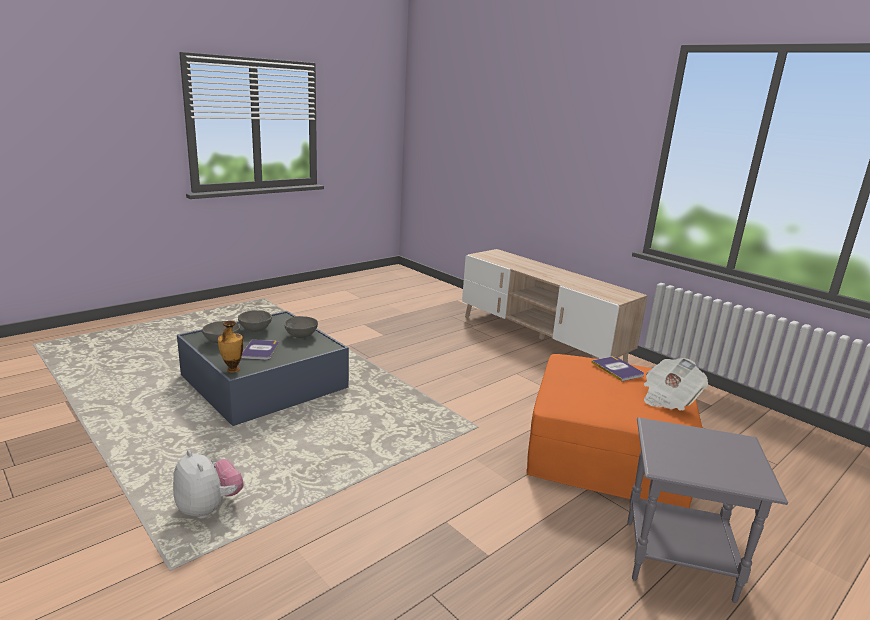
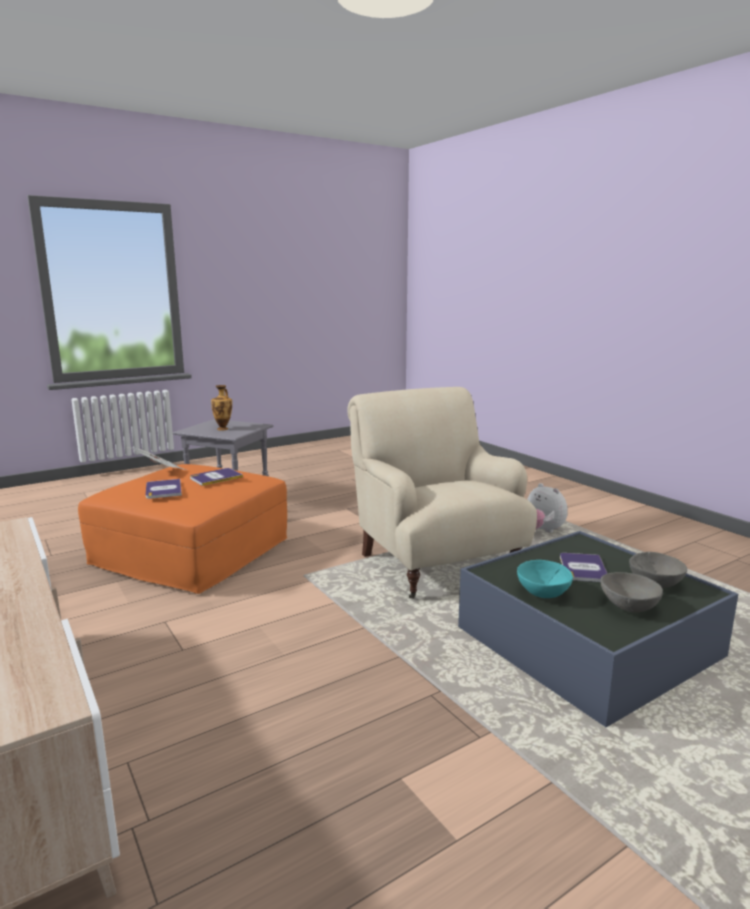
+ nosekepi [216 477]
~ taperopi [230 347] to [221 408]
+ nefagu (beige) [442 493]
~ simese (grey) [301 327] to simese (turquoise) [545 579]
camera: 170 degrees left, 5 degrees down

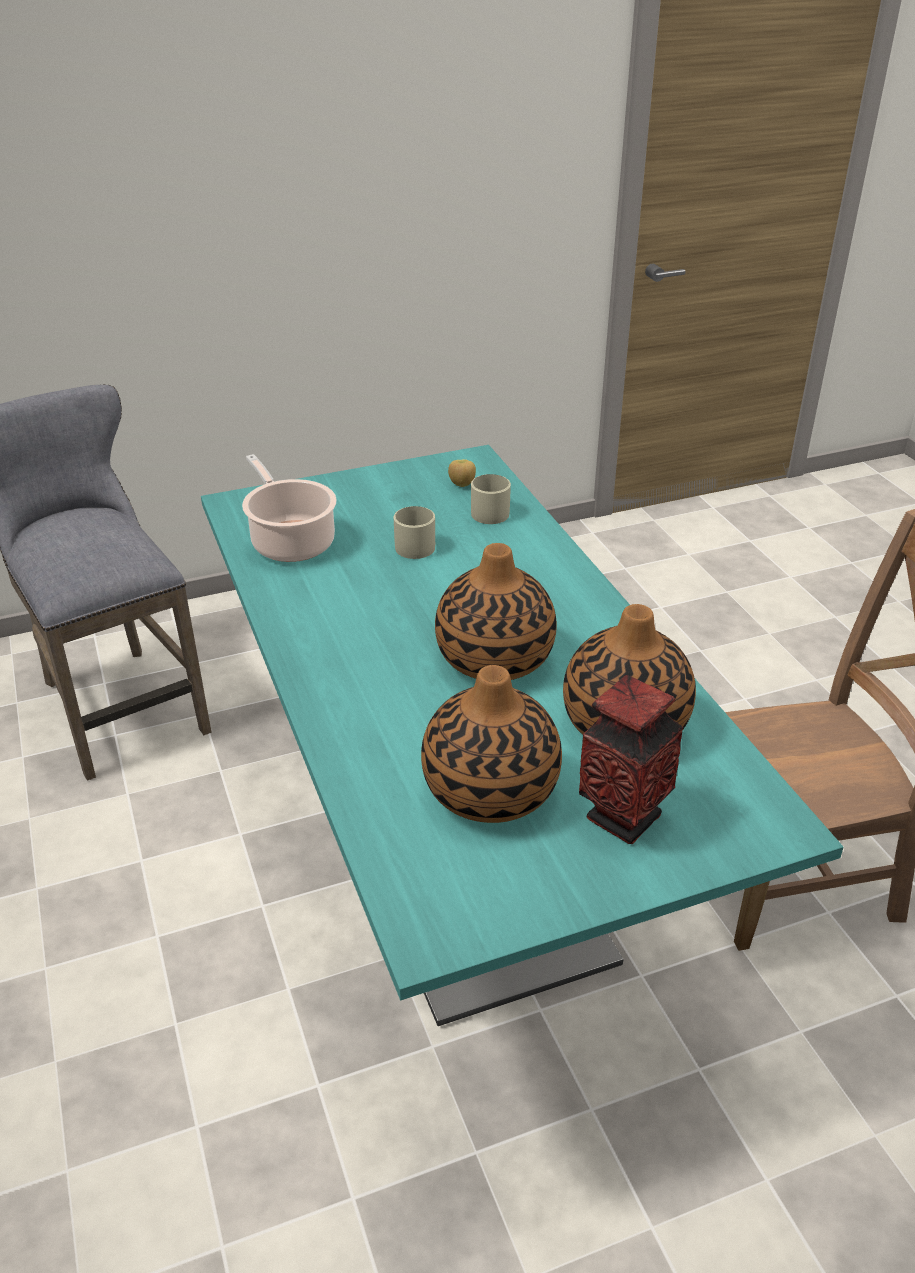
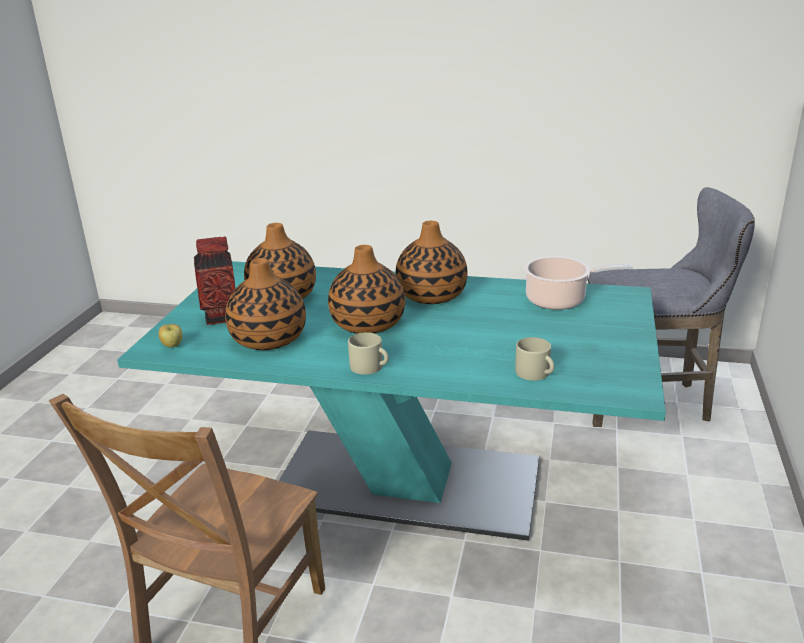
~ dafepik [462 473] to [170 336]
~ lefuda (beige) [414 532] to [368 353]
+ taperopi [432 262]
camera: 125 degrees right, 10 degrees down

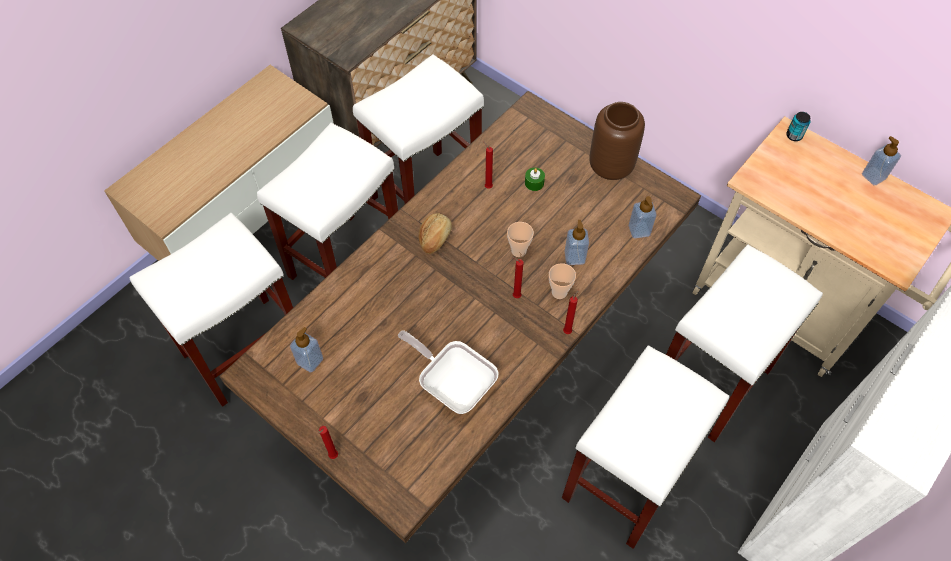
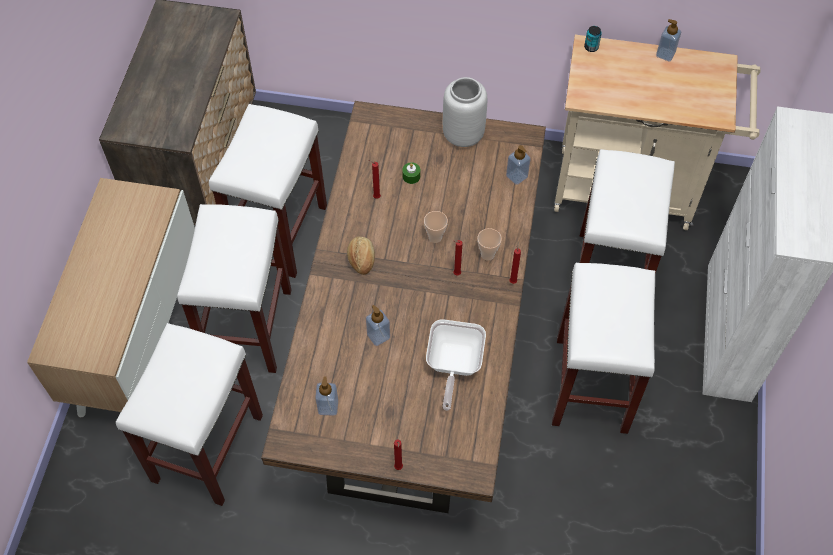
~ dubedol [577 242] to [378 325]
~ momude [448 372] = [456 365] 90 degrees counterclockwise
~ taperopi (brown) [617 141] to taperopi (grey) [465 112]
camera: 30 degrees left, 0 degrees up

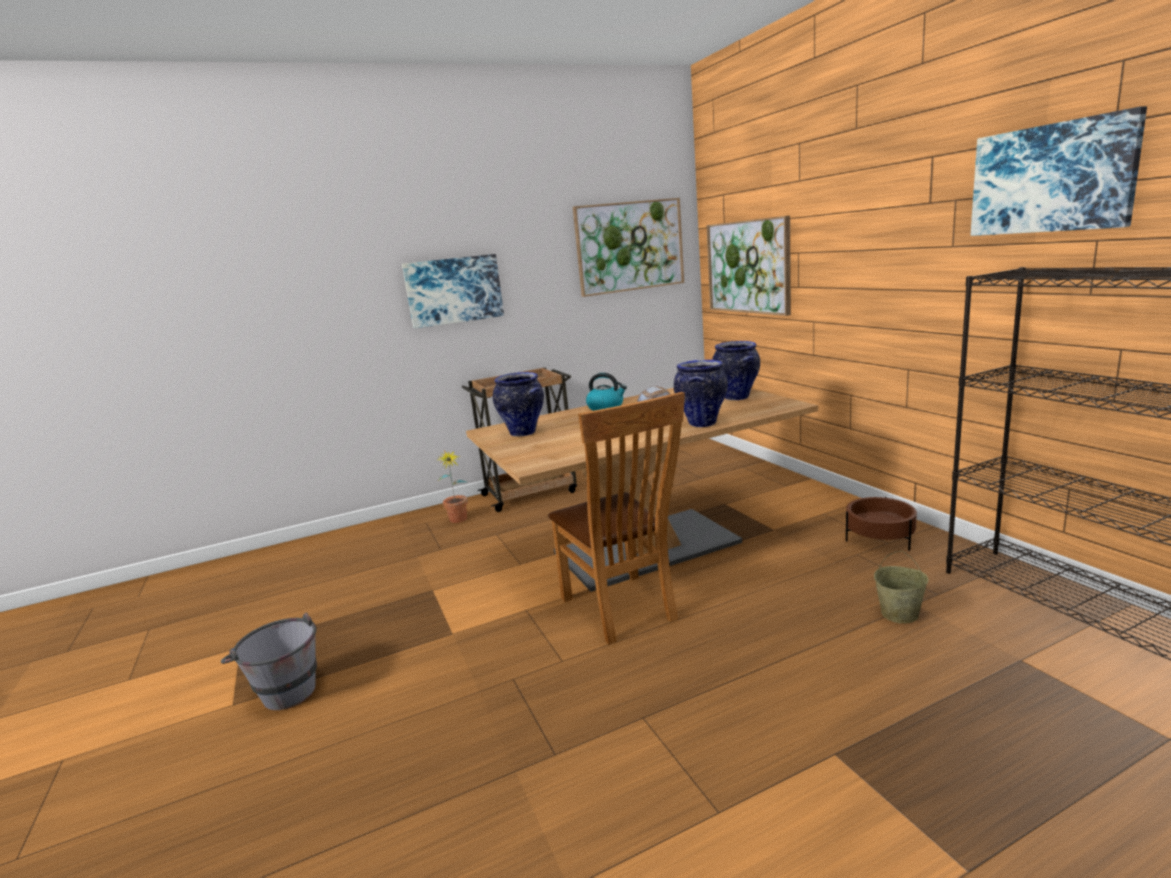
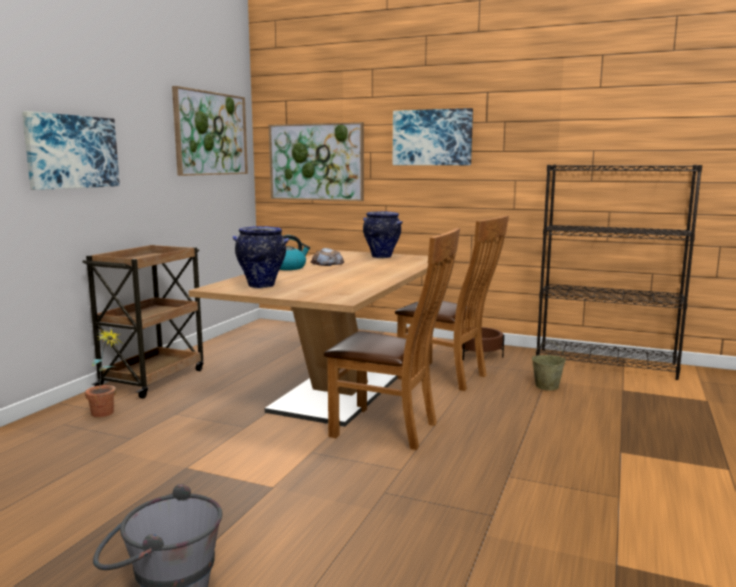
~ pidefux [1059 171] to [433 136]
+ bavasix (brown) [452 303]
- taperopi [701 393]
camera: 45 degrees left, 5 degrees down

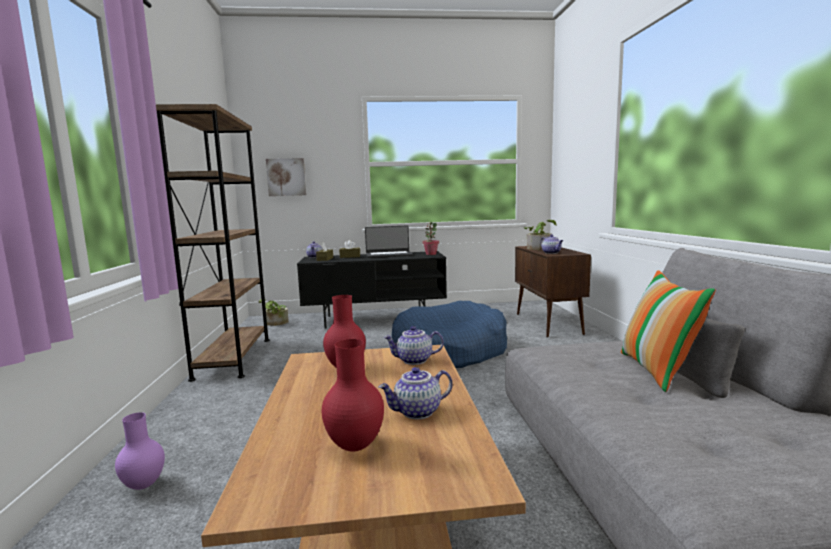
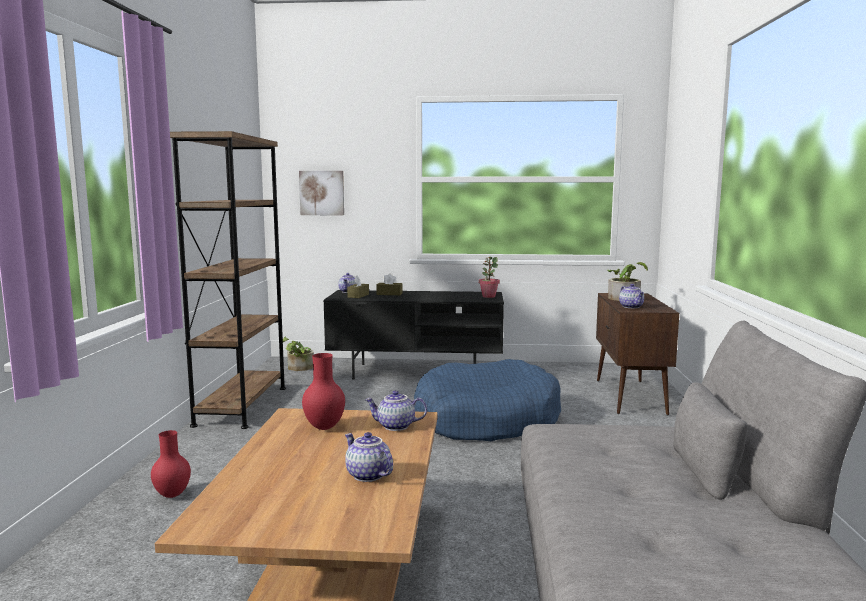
~ taperopi (red) [353 395] to [171 464]
~ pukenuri [415 393] = [369 457] 60 degrees clockwise
- taperopi (purple) [140 451]
- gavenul [389 241]
- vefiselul [668 331]
camera: 10 degrees right, 0 degrees up

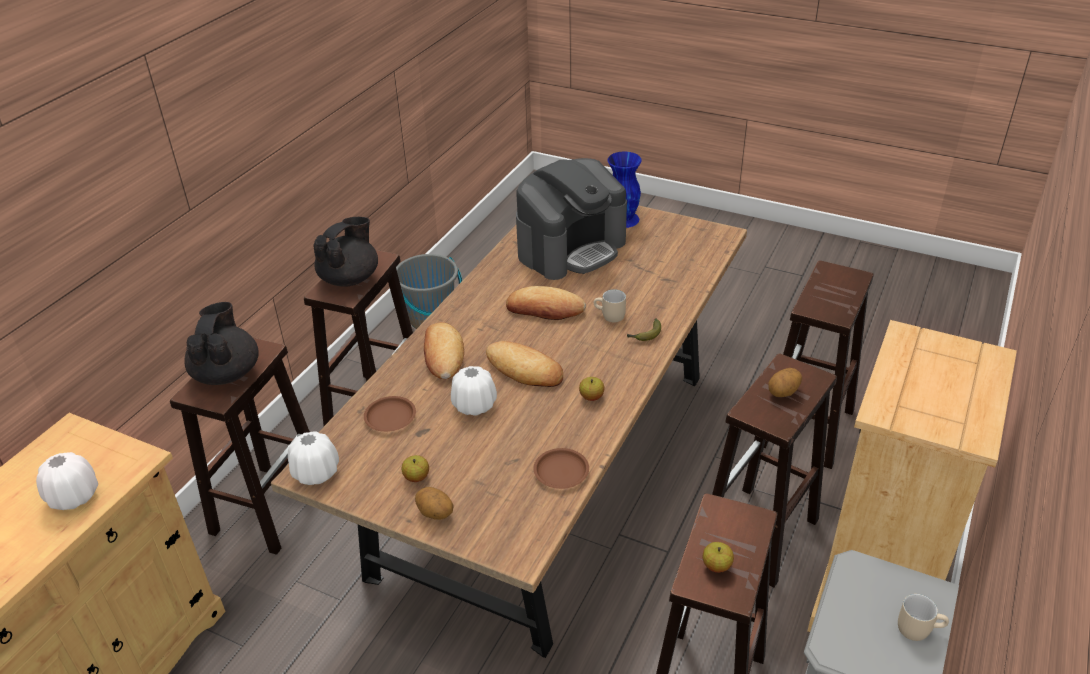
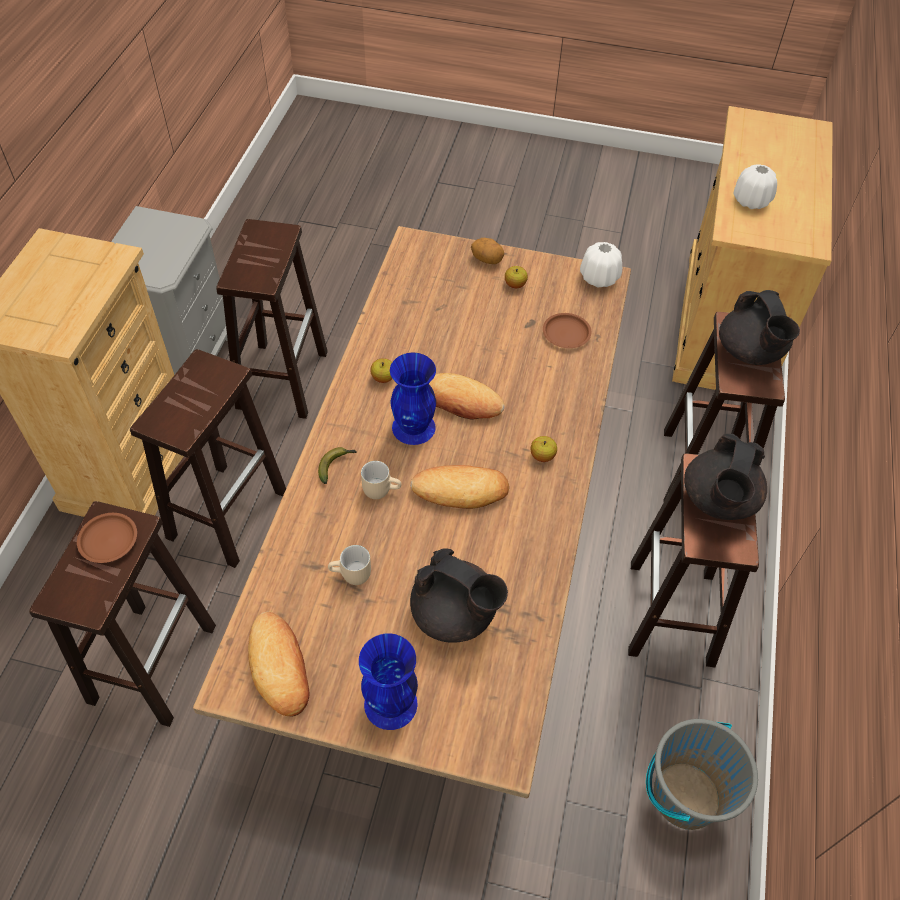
~ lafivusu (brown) [561 468] to [107 538]
~ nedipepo [444 350] to [279 664]
~ lefuda (beige) [923 617] to [349 565]
+ taperopi (blue) [413 399]
~ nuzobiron [571 219] to pukenuri (black) [459 595]
~ dafepik [718 557] to [544 449]
- taperopi (white) [474 391]
- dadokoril [785 382]
camera: 165 degrees right, 15 degrees up

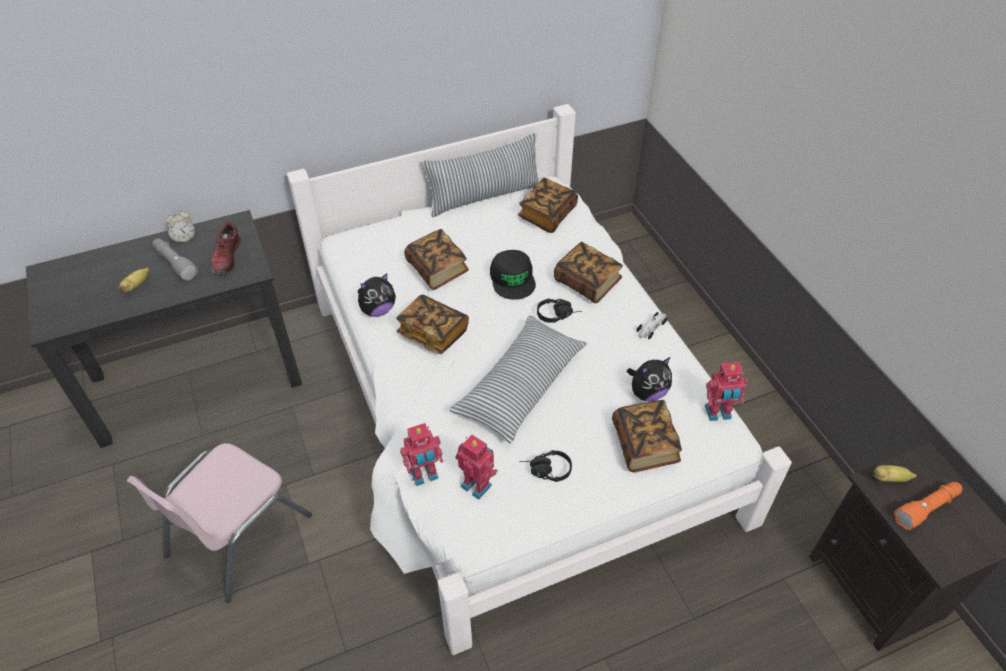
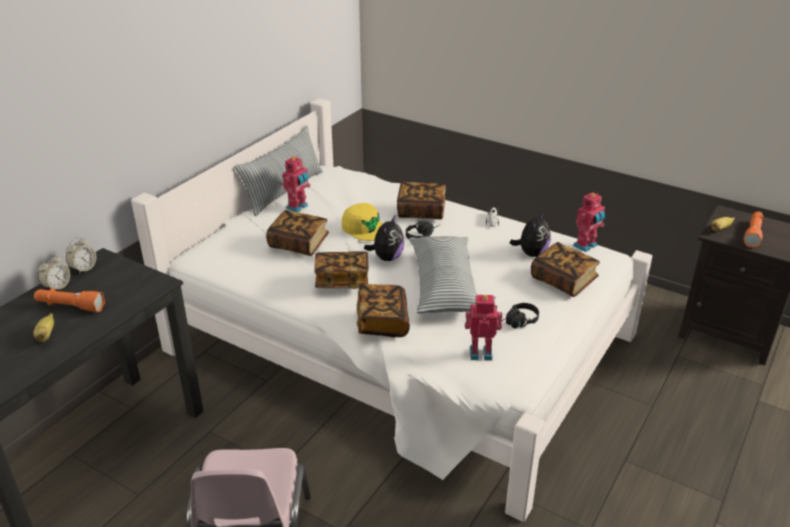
~ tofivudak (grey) [175 260] to tofivudak (orange) [69 300]
+ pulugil [81 255]
~ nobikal [421 454] to [296 183]
~ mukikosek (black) [513 275] to mukikosek (yellow) [363 222]
~ nosekepi [548 205] to [383 310]
~ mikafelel [377 295] to [384 238]
- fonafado [226 248]
camera: 35 degrees left, 15 degrees down

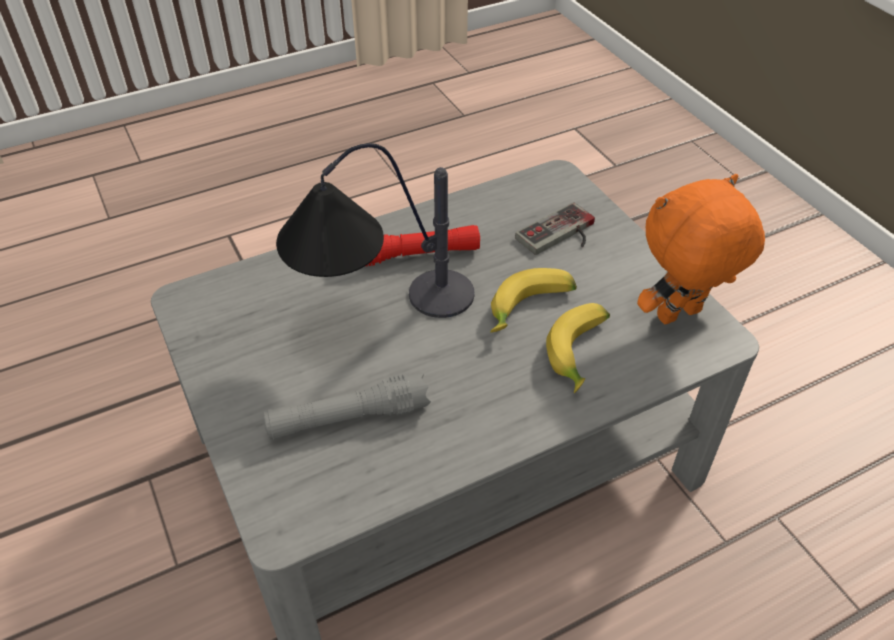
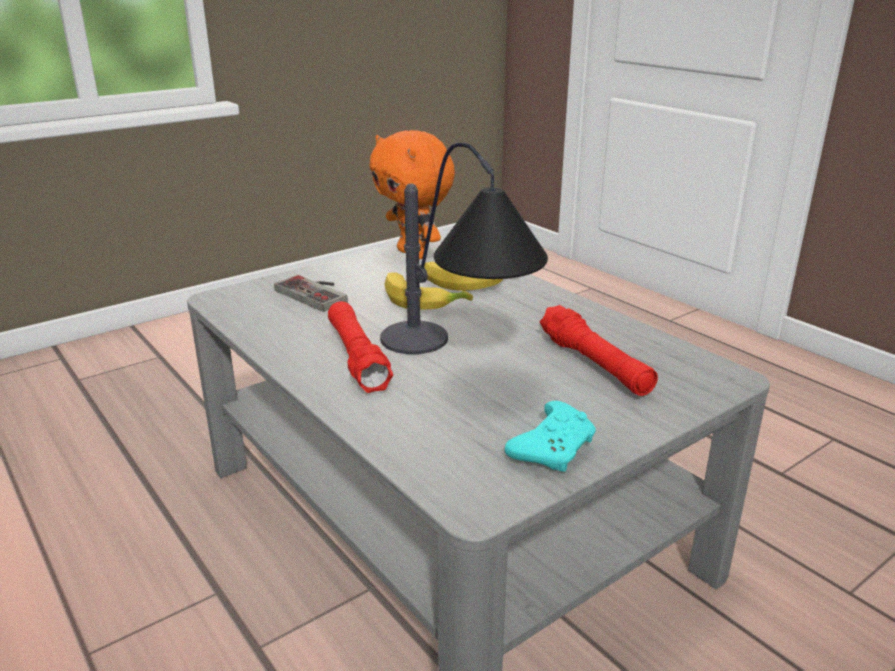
+ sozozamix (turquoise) [550 436]
~ tofivudak (grey) [347 406] to tofivudak (red) [599 350]
camera: 100 degrees left, 20 degrees down

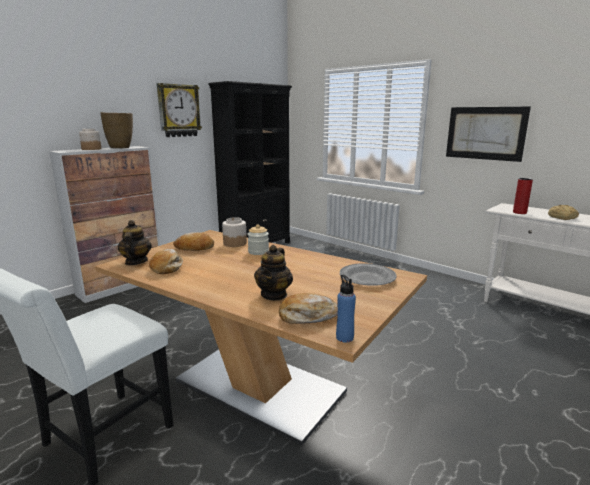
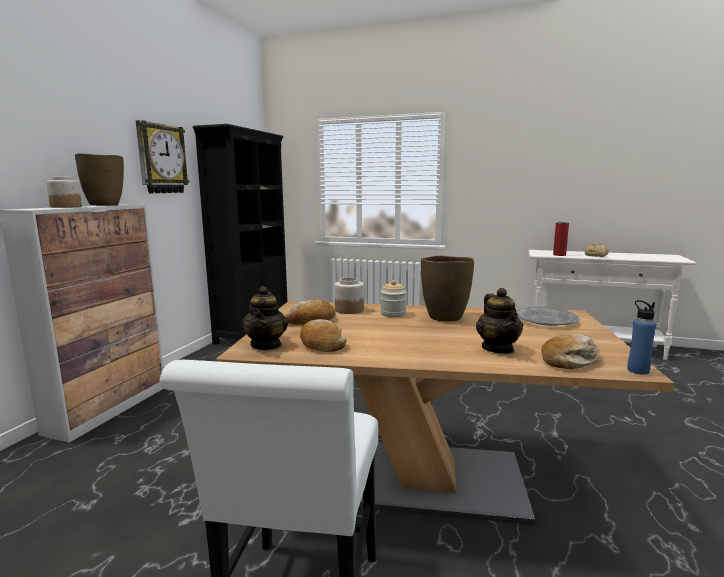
~ pukenuri [135 242] = [265 318] 150 degrees counterclockwise
+ taperopi (brown) [447 288]
- pidefux [488 134]
camera: 25 degrees left, 5 degrees down

